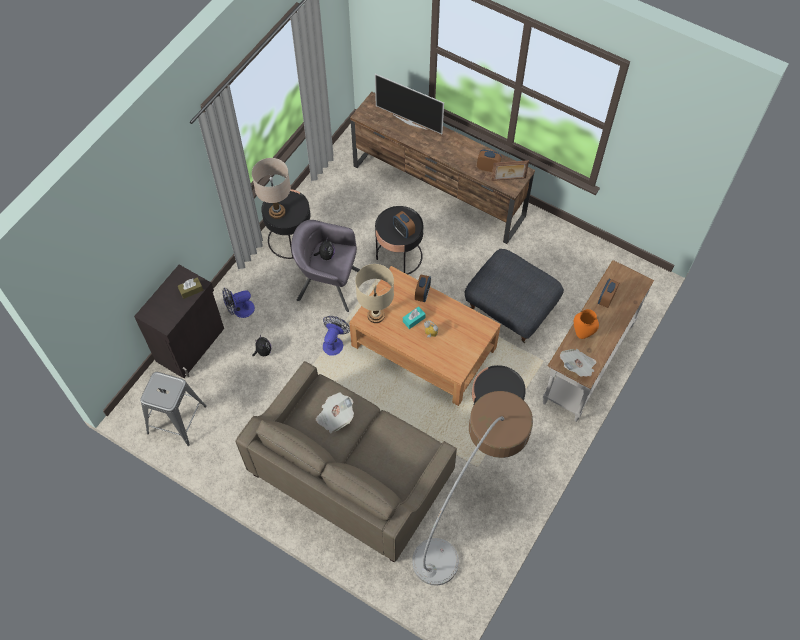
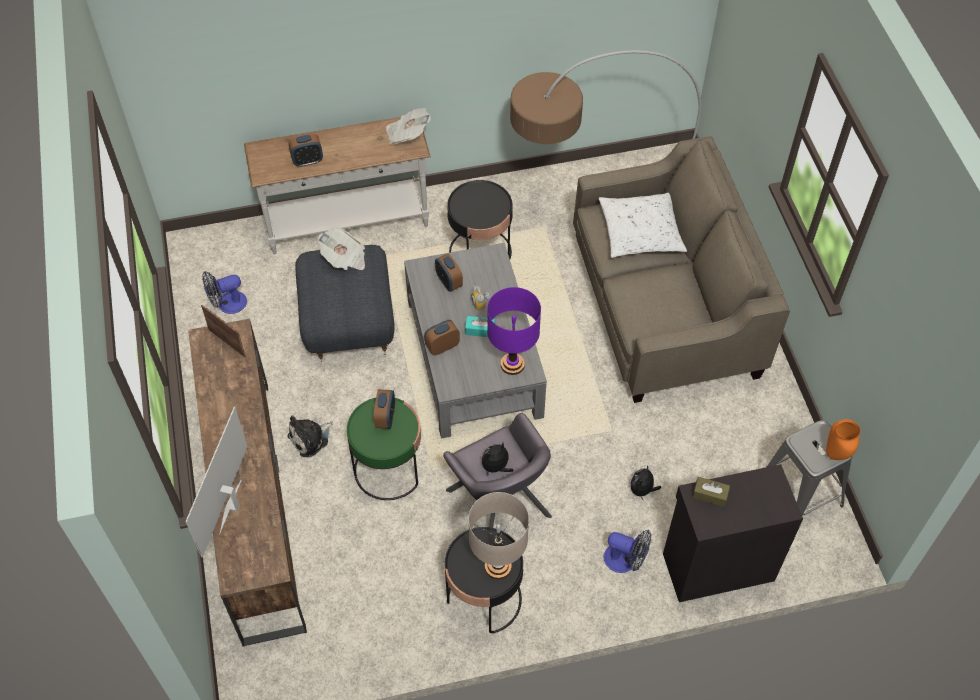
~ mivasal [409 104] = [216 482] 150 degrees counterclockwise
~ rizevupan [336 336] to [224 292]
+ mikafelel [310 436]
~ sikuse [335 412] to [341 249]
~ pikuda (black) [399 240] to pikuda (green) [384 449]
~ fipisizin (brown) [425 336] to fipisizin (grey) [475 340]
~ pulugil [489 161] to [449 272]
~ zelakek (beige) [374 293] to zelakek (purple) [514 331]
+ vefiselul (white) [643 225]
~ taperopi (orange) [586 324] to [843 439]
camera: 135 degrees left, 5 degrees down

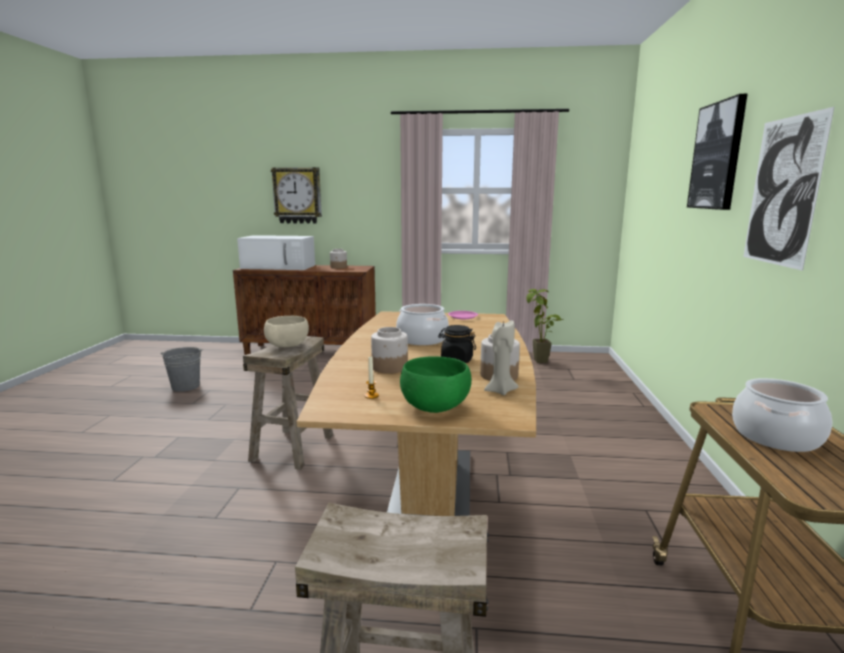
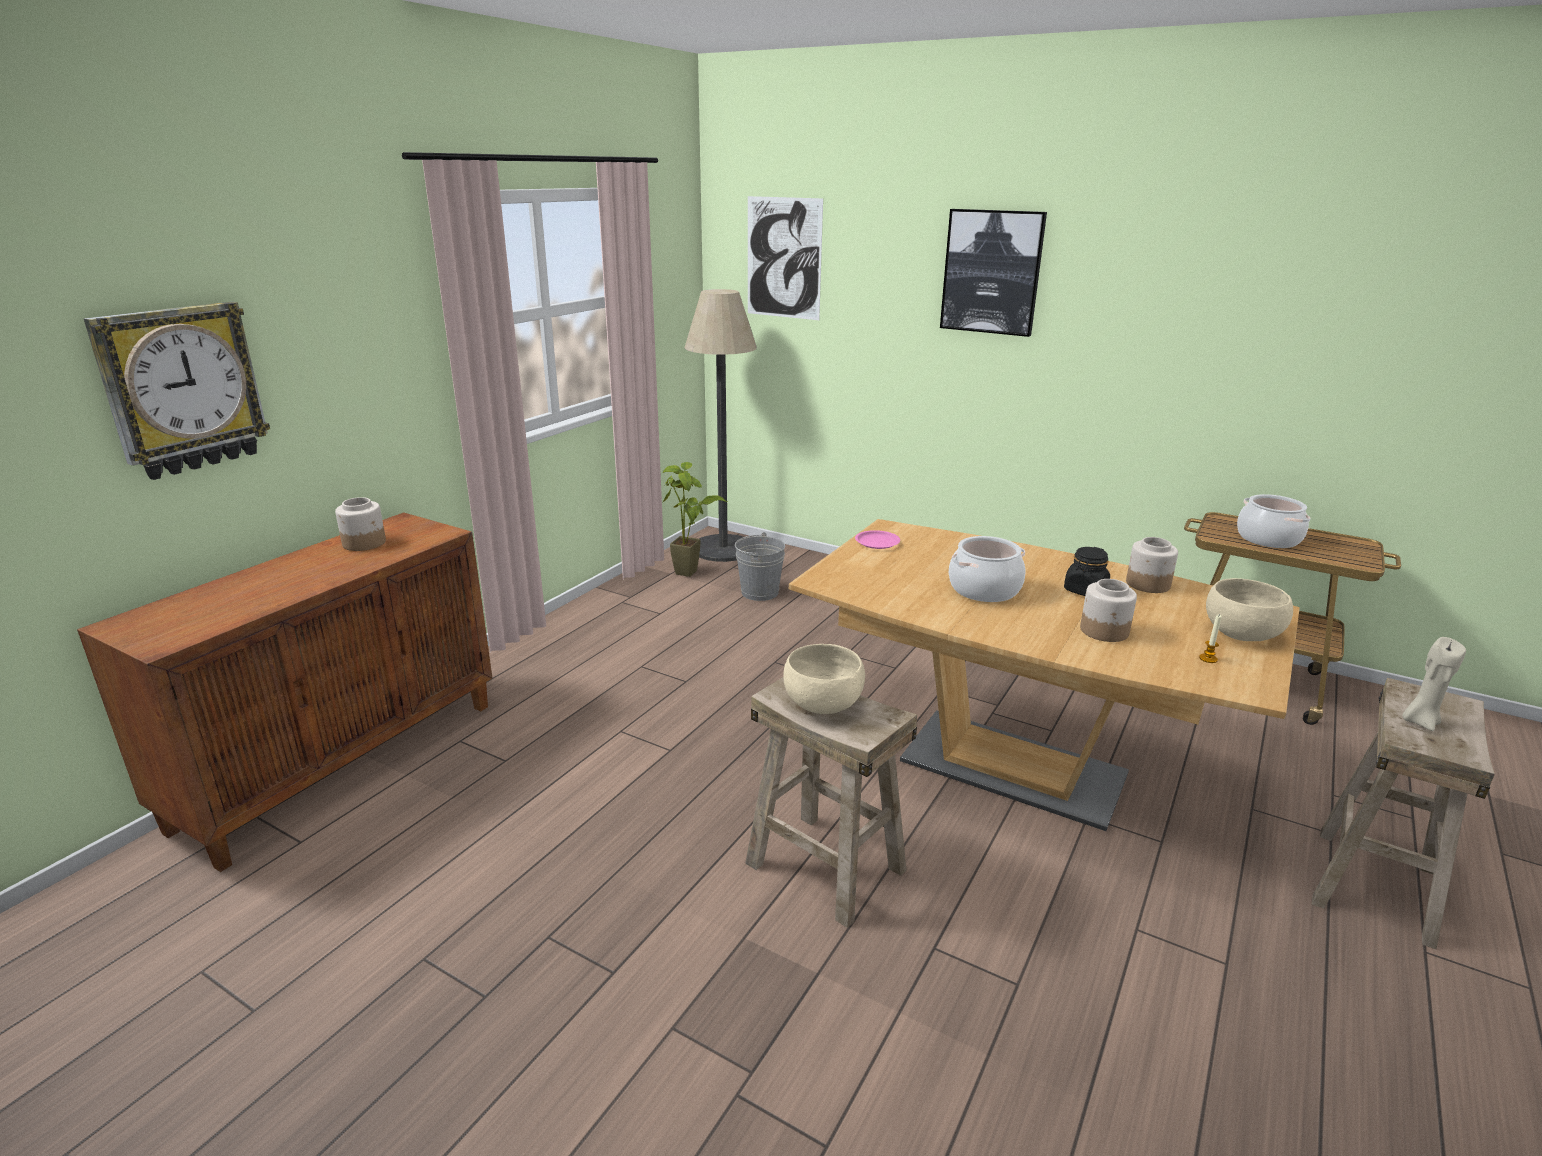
+ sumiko [720 425]
~ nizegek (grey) [181 369] to [760 566]
~ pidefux [788 189] to [785 258]
~ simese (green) [435 384] to simese (beige) [1249 609]
~ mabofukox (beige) [501 357] to [1434 684]
- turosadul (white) [276 252]
camera: 65 degrees left, 10 degrees up

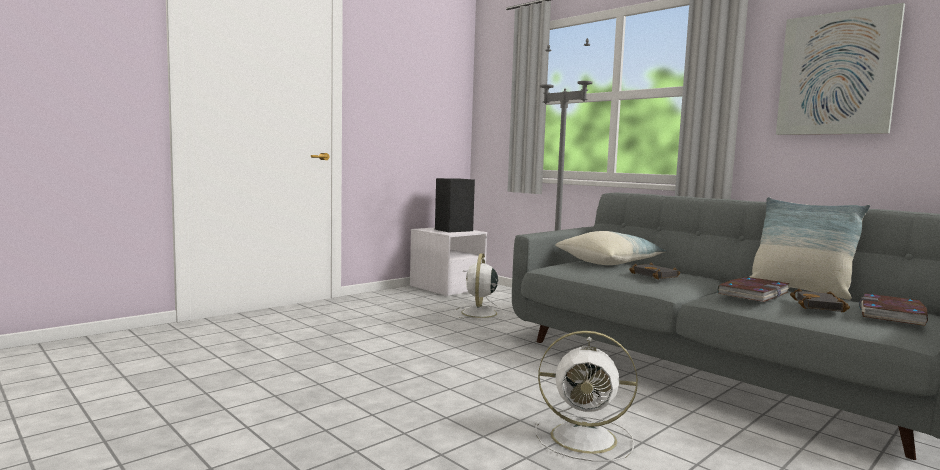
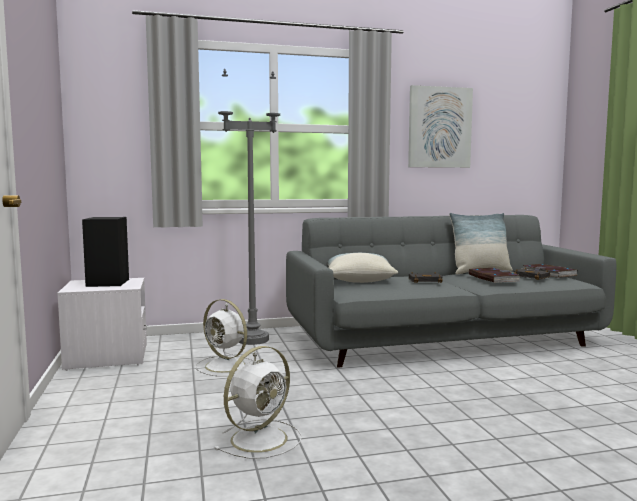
~ rizevupan (white) [586 396] to [258 402]
camera: 60 degrees left, 0 degrees up

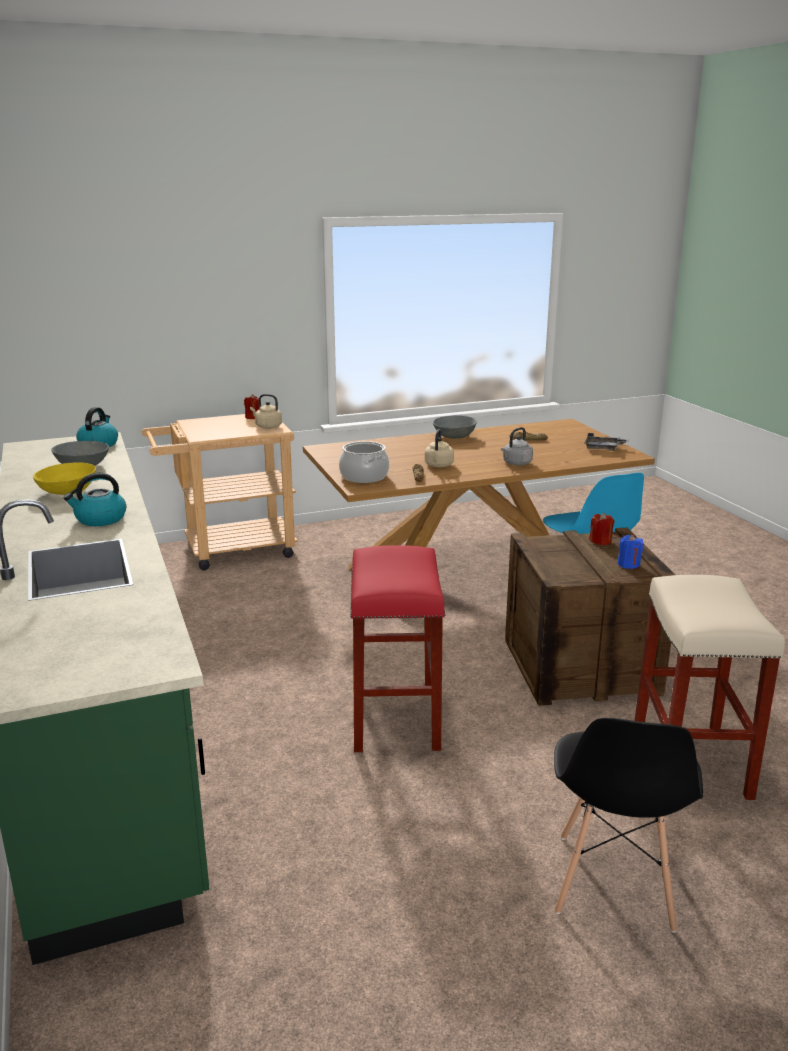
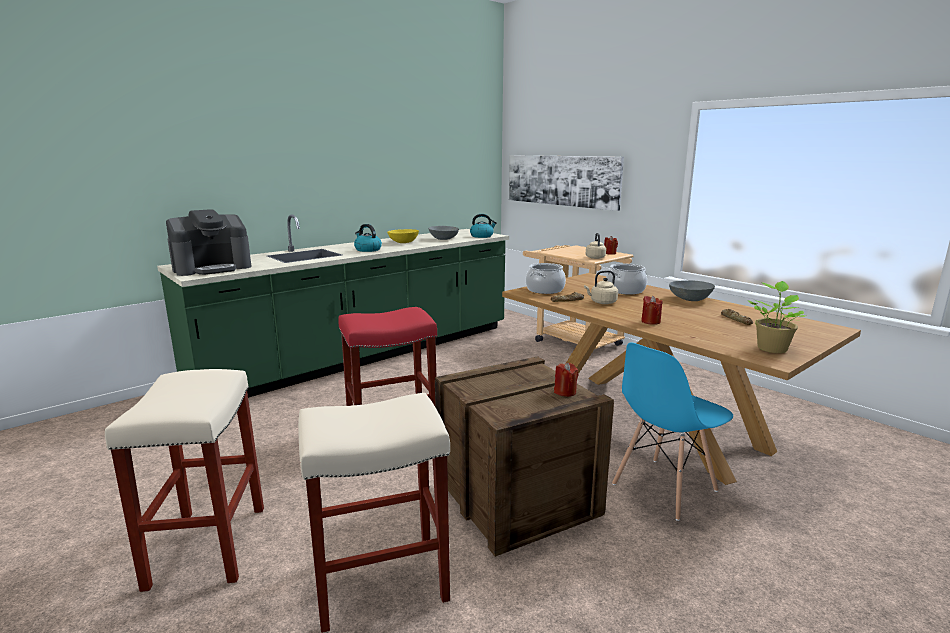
~ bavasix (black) [628 825] to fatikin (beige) [184 480]
+ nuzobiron [209 242]
+ pidefux [566 183]
+ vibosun [626 279]
~ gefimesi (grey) [517 446] to mabofukox (red) [652 310]
~ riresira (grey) [606 442] to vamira [776 317]
- mabofukox (blue) [630 552]
camera: 70 degrees right, 5 degrees down

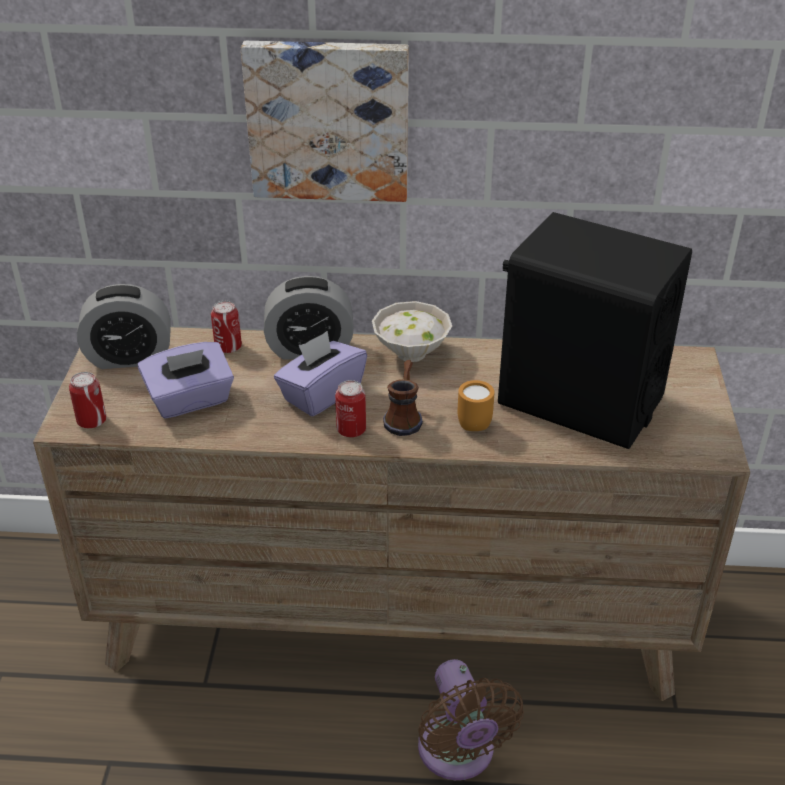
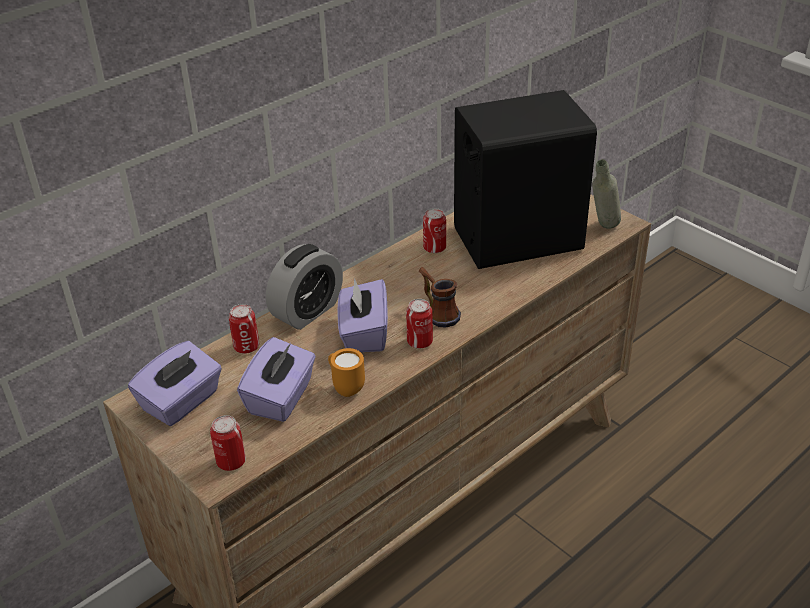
~ pulugil [124 326] to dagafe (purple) [175 383]
~ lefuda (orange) [476 405] to [346 372]
+ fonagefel [434 230]
+ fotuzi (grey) [606 194]
- pidefux [325 121]
- simese (white) [412 331]
- rizevupan (brown) [471 719]
camera: 45 degrees left, 0 degrees up

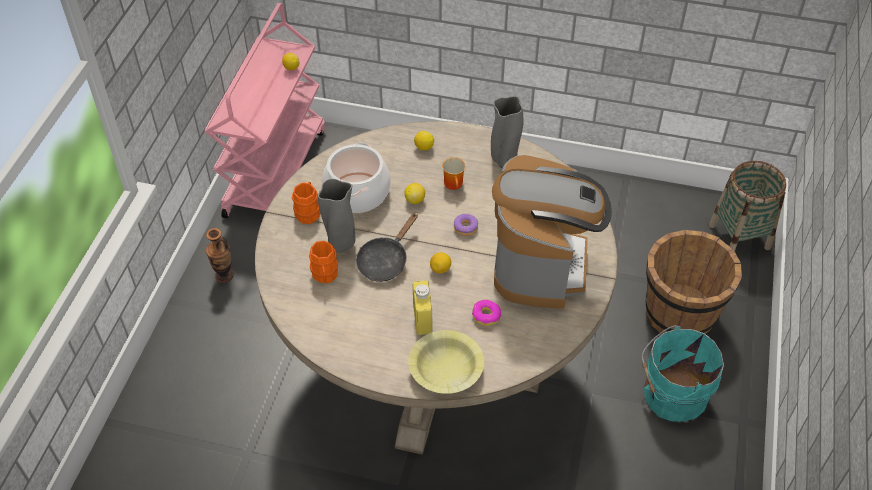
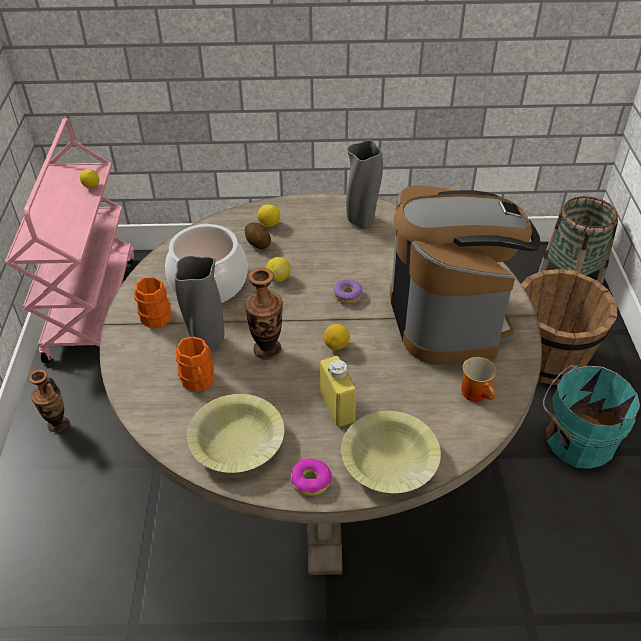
+ simese (yellow) [235 433]
+ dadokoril [258 235]
~ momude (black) [387 247] to taperopi [264 314]
~ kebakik [487 313] to [311 477]
~ lefuda [454 173] to [478 379]
camera: 15 degrees left, 5 degrees down

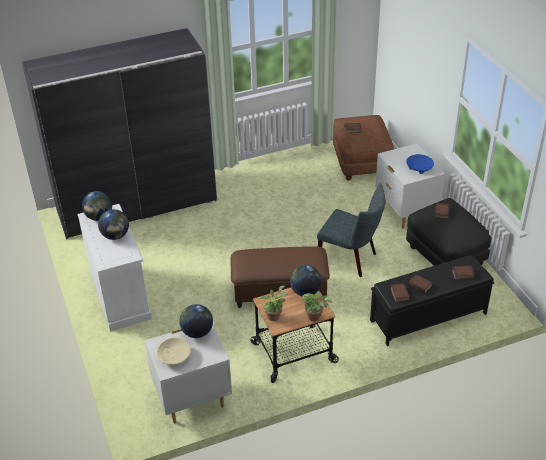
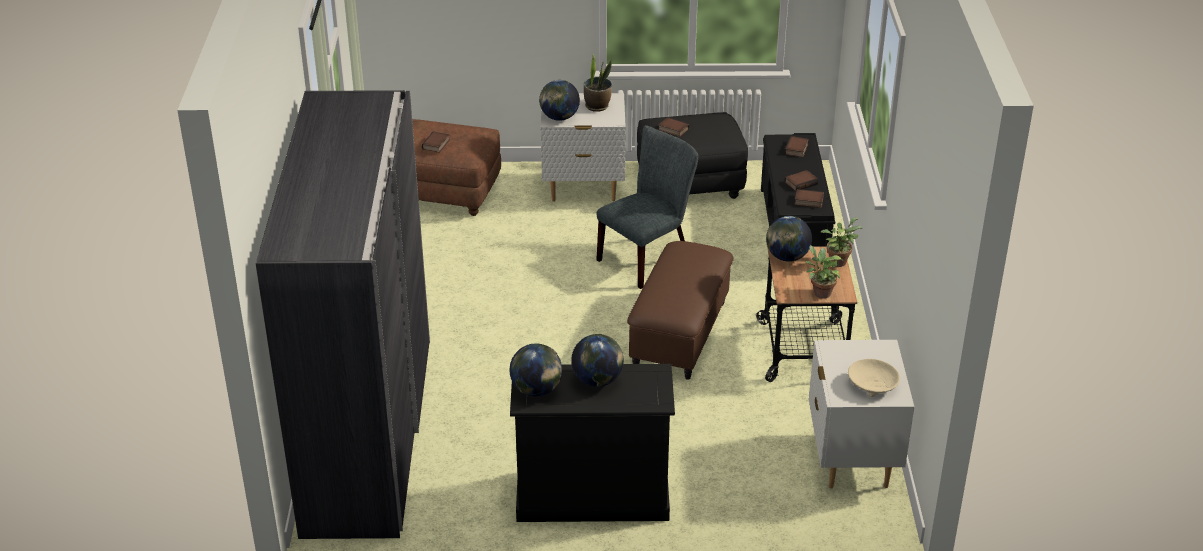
~ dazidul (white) [115 267] to dazidul (black) [592 443]
~ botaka [196 321] to [559 100]
~ simese (blue) [420 164] to vamira [598 83]
camera: 70 degrees left, 5 degrees down

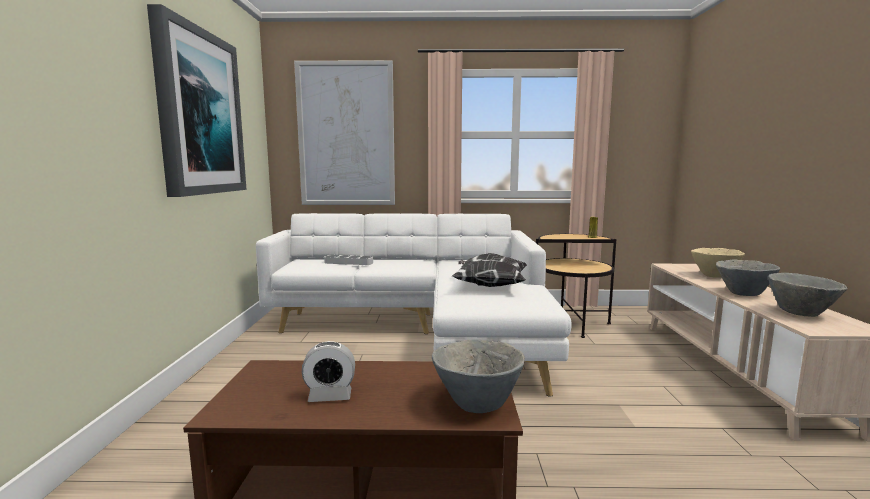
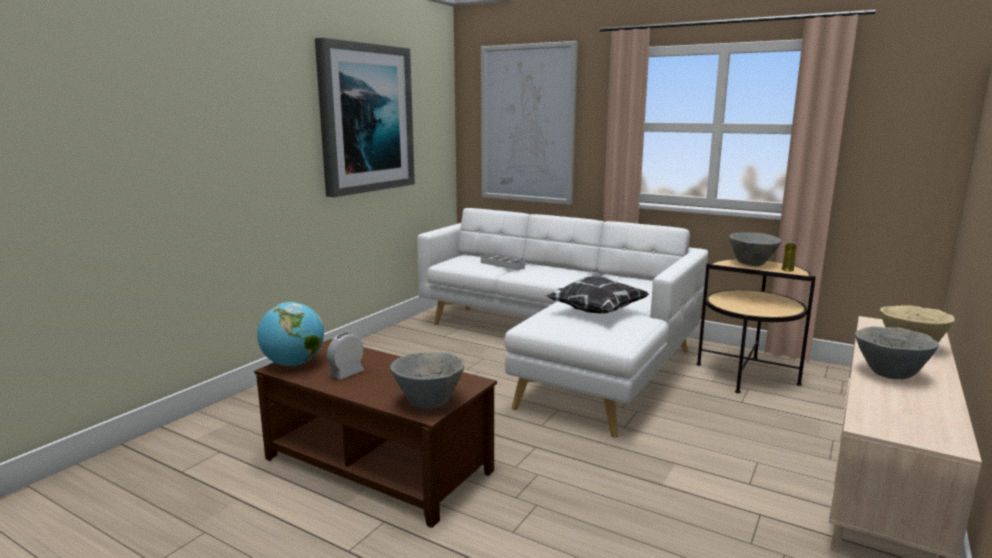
+ botaka [290 334]
~ pulugil [328 371] = [345 356] 105 degrees clockwise
~ simese (grey) [808 295] to [755 249]
camera: 30 degrees right, 5 degrees up

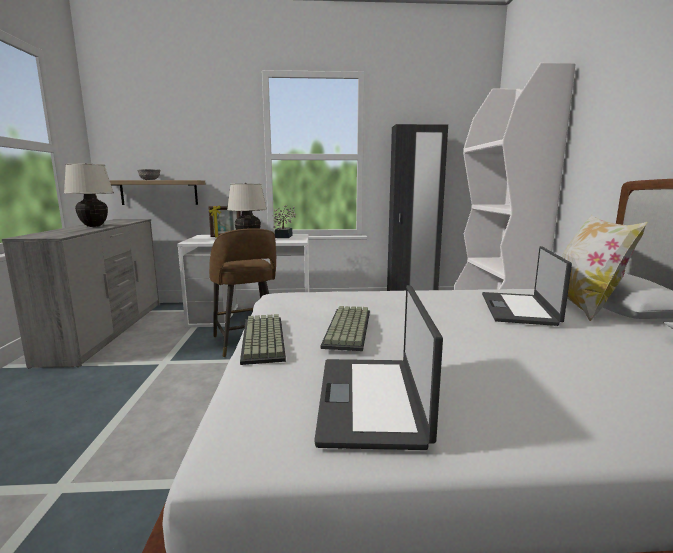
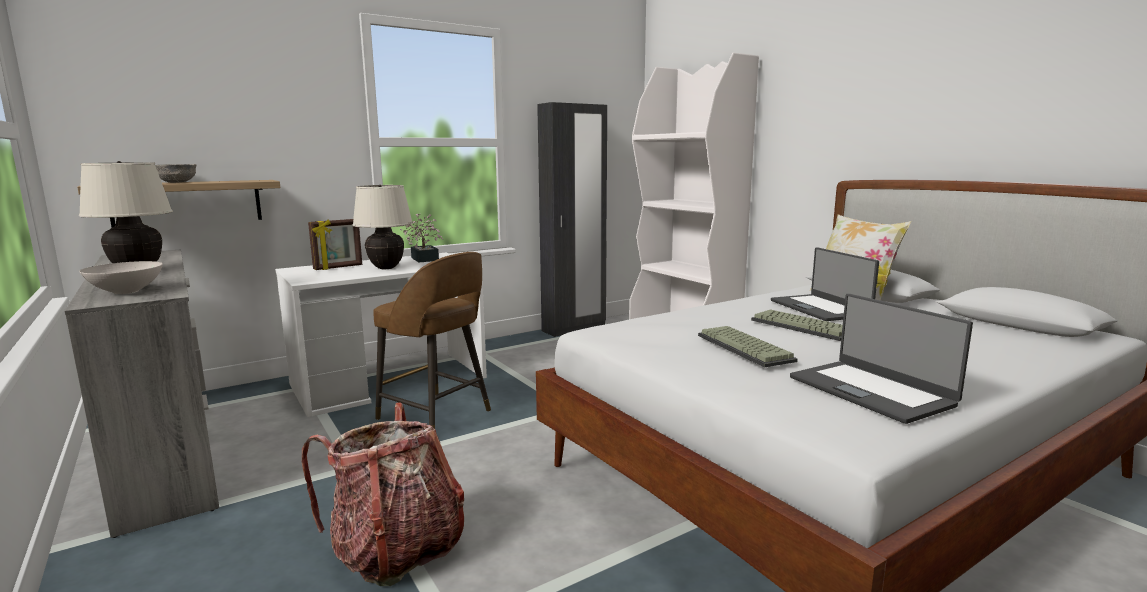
+ simese (white) [121 277]
+ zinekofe [383 494]
~ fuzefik [263 339] to [797 325]
camera: 30 degrees left, 0 degrees up

